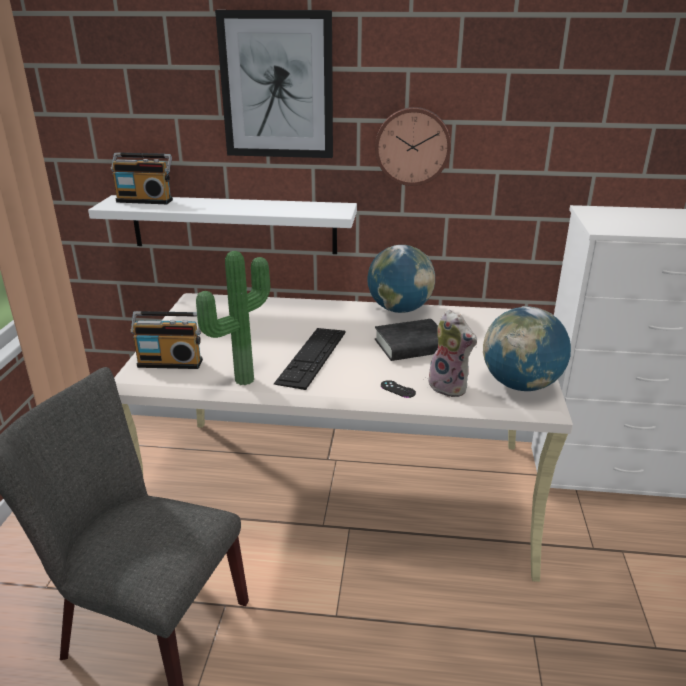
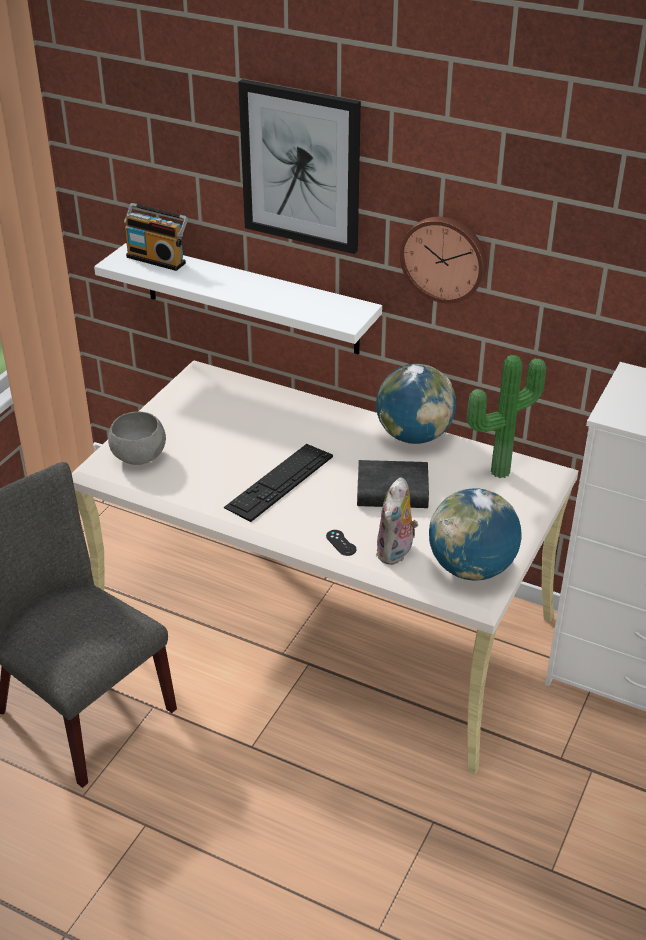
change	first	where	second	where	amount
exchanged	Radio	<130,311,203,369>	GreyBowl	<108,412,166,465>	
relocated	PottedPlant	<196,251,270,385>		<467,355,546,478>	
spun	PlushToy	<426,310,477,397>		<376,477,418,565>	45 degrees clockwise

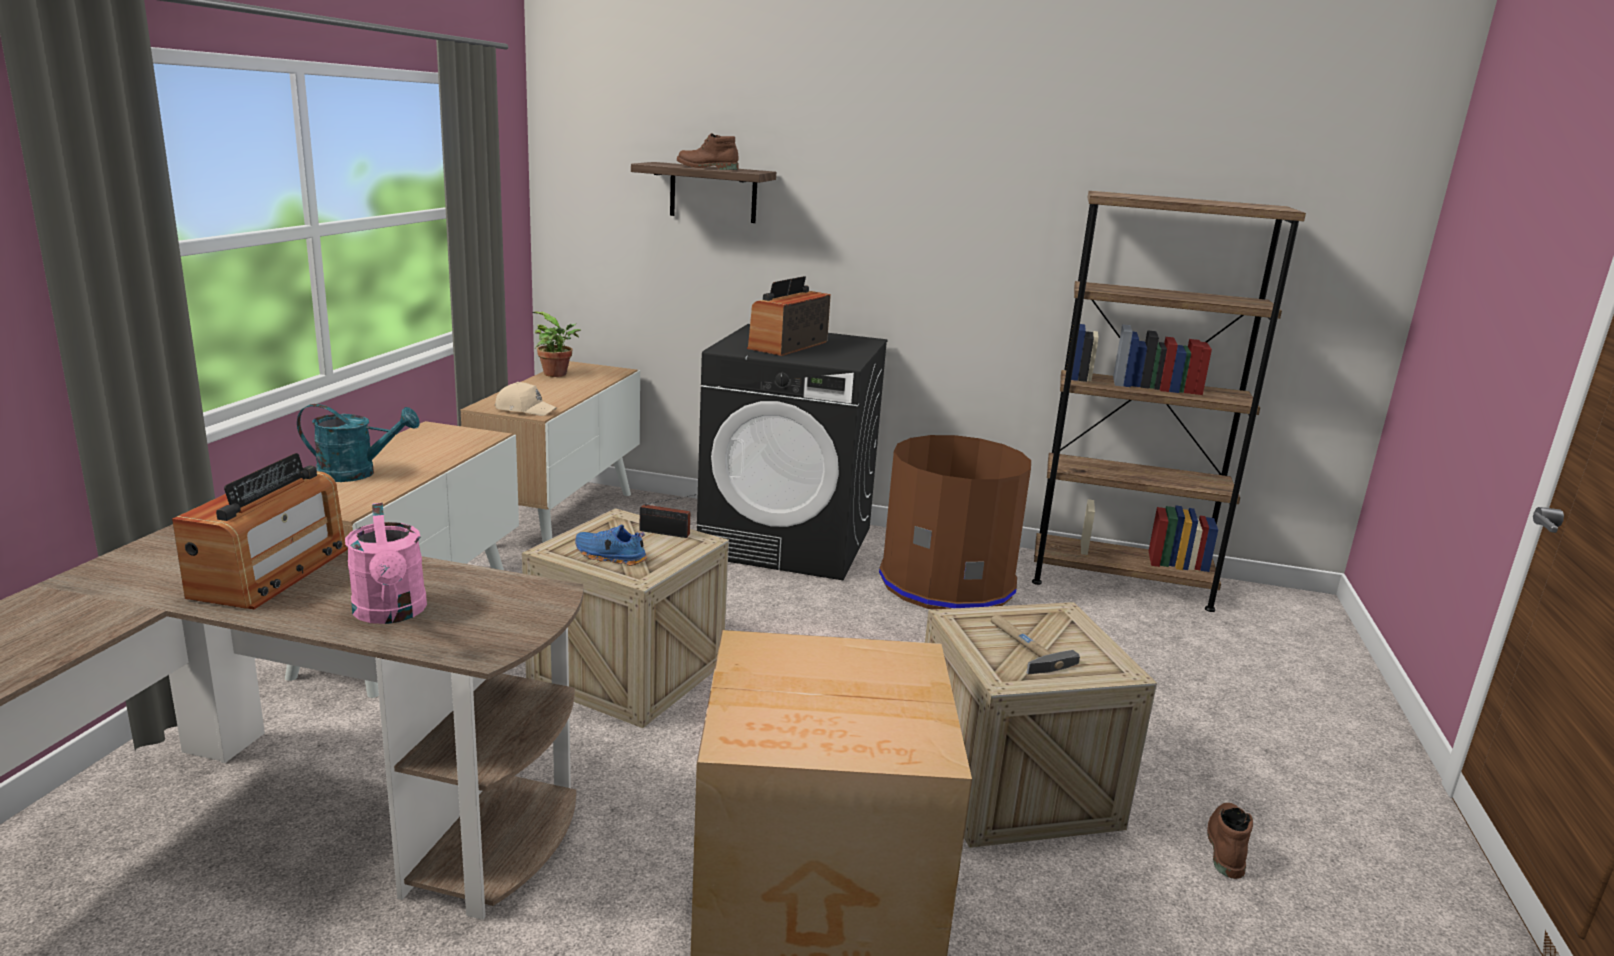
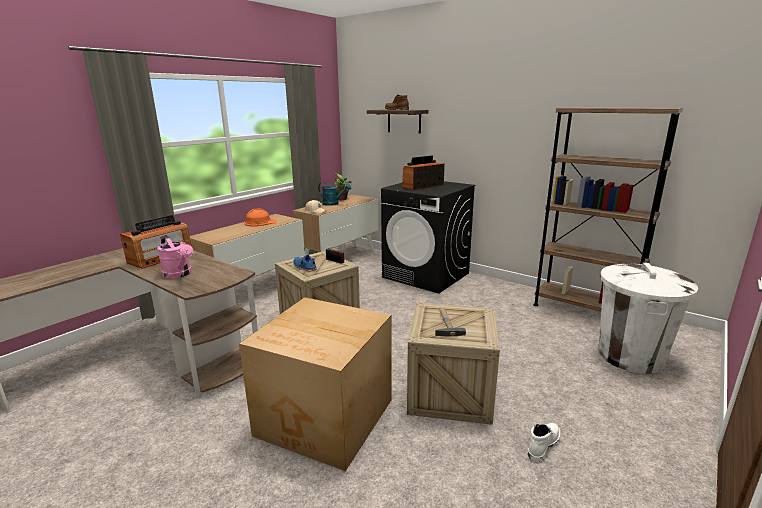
change	first	where	second	where	amount
relocated	TurquoiseWateringCan	<297,404,420,482>		<318,182,351,206>	
spun	PinkWateringCan	<345,503,427,624>		<157,235,193,278>	45 degrees counterclockwise
missing	BrownTrashCan	<879,435,1031,610>			
colour	BrownBoot	<1207,803,1253,879>	WhiteBoot	<528,423,560,462>	
appeared			OrangeHardHat	<244,208,277,227>	
appeared			WhiteTrashCan	<598,263,698,374>	

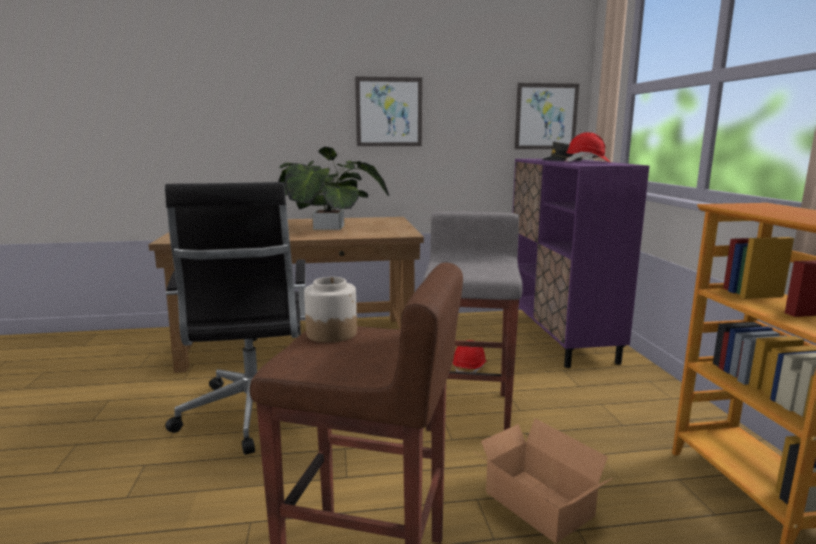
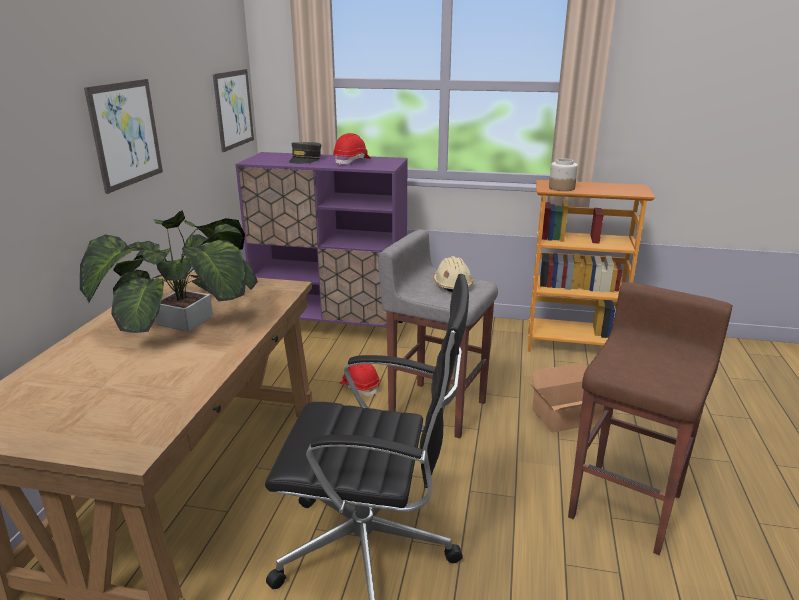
change	first	where	second	where	amount
relocated	Jar	<304,277,357,343>		<549,158,578,191>	
appeared			BeigeHardHat	<434,256,473,292>	

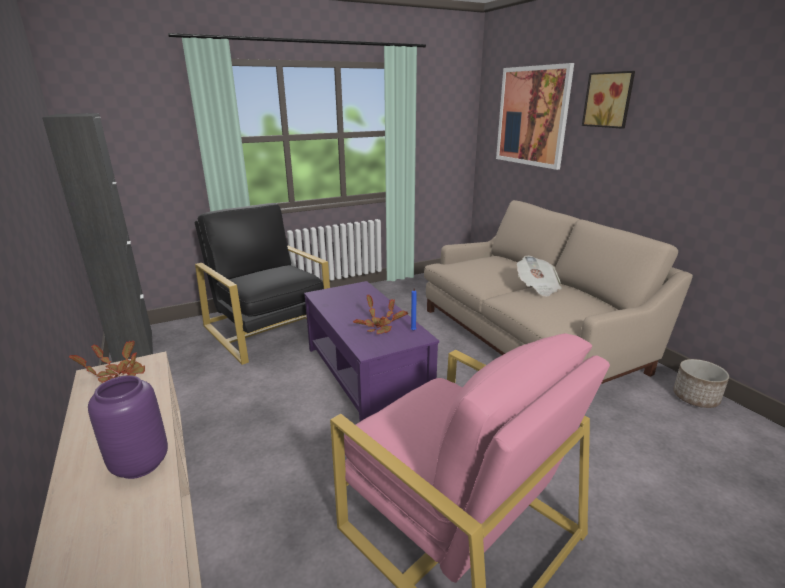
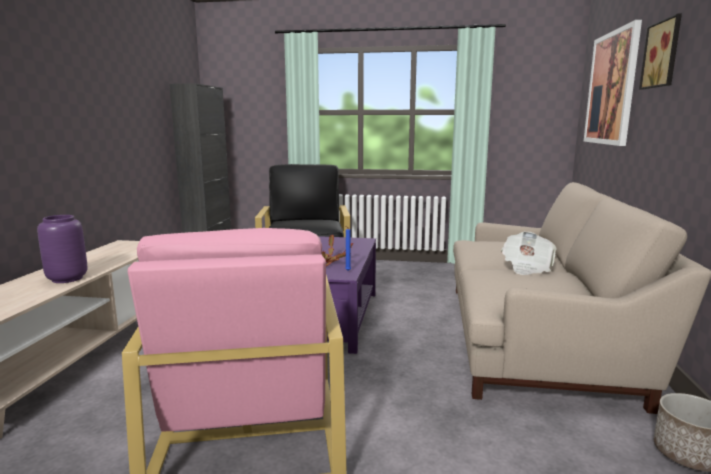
change	first	where	second	where	amount
missing	PottedPlant	<69,341,145,383>			

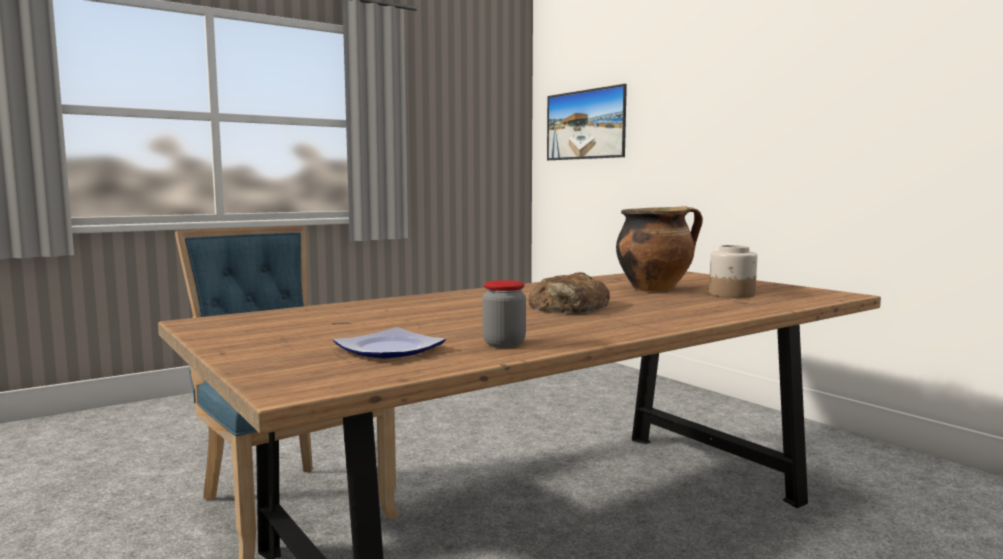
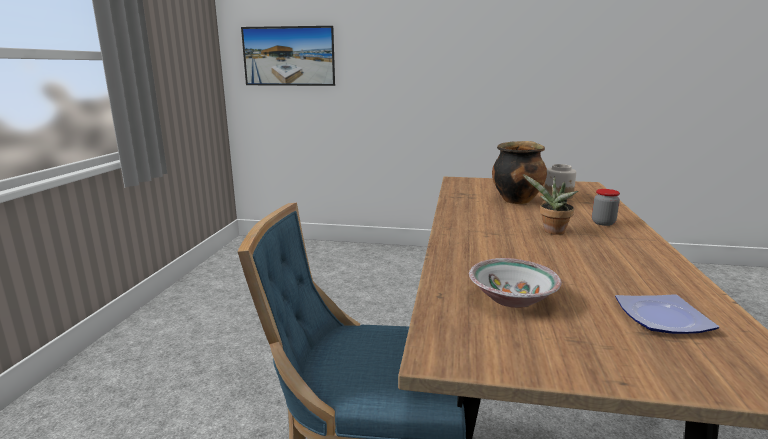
change	first	where	second	where	amount
relocated	Jar	<482,280,526,348>		<592,189,620,226>	
exchanged	Bread	<528,272,610,314>	PottedPlant	<523,174,578,235>	
appeared			Bowl	<469,258,562,308>	

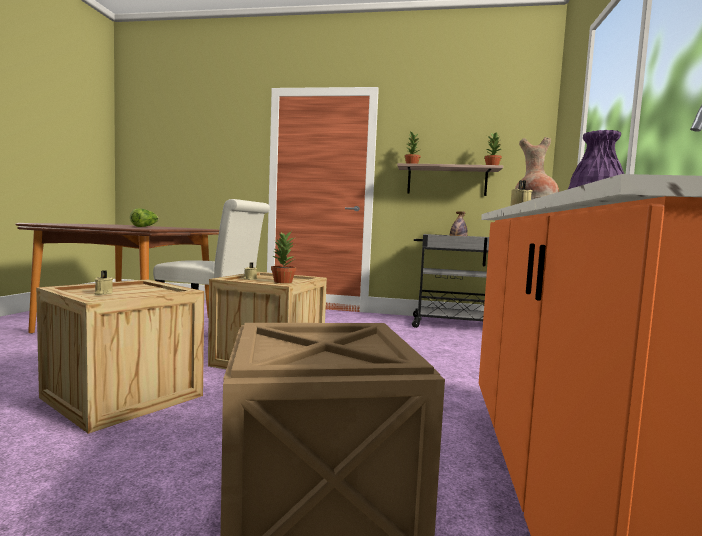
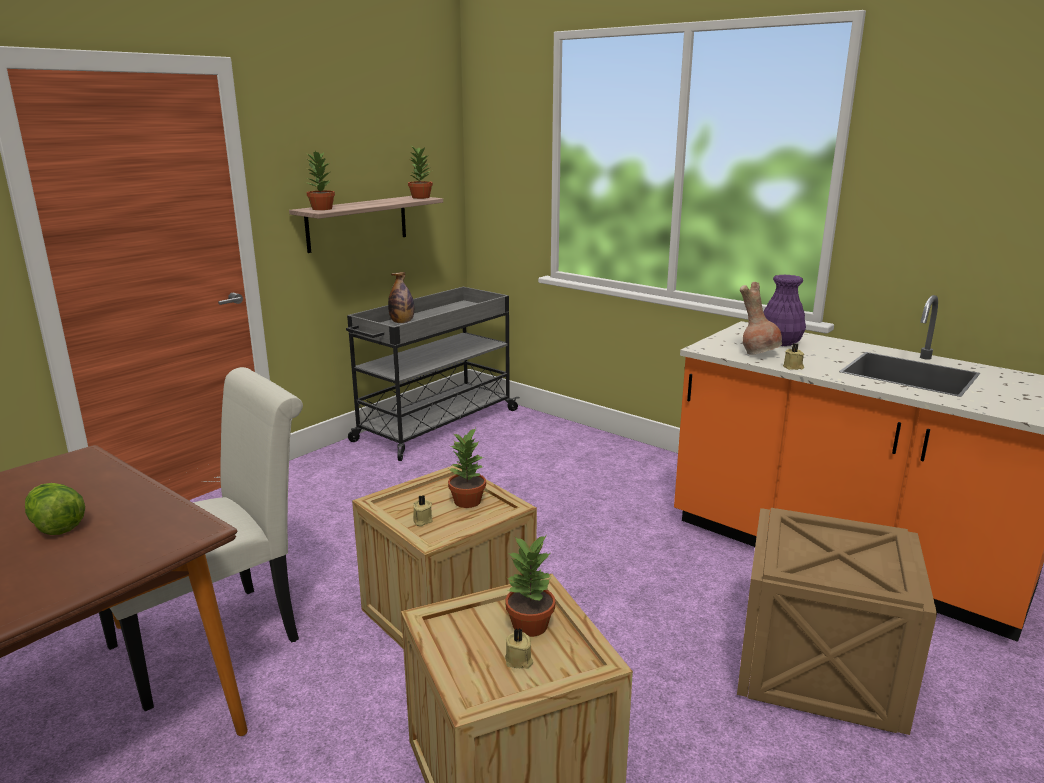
change	first	where	second	where	amount
appeared			PottedPlant	<506,536,555,637>	

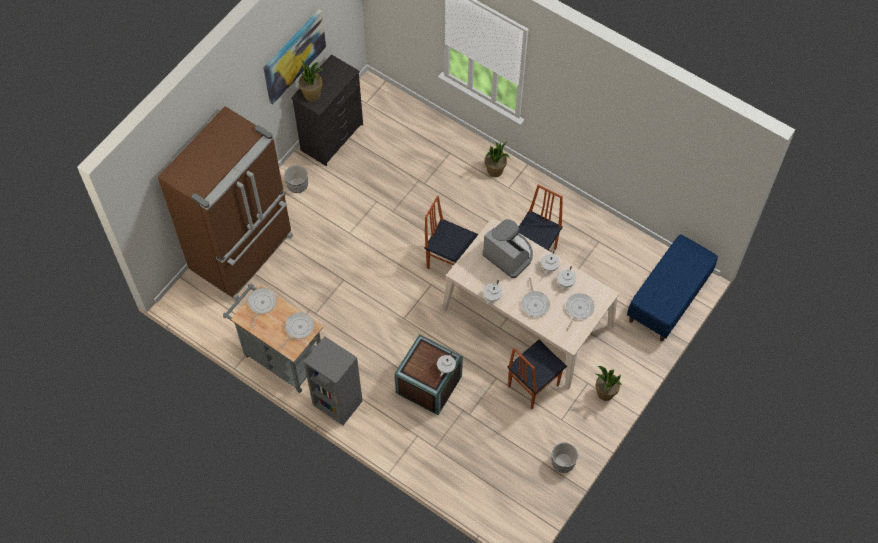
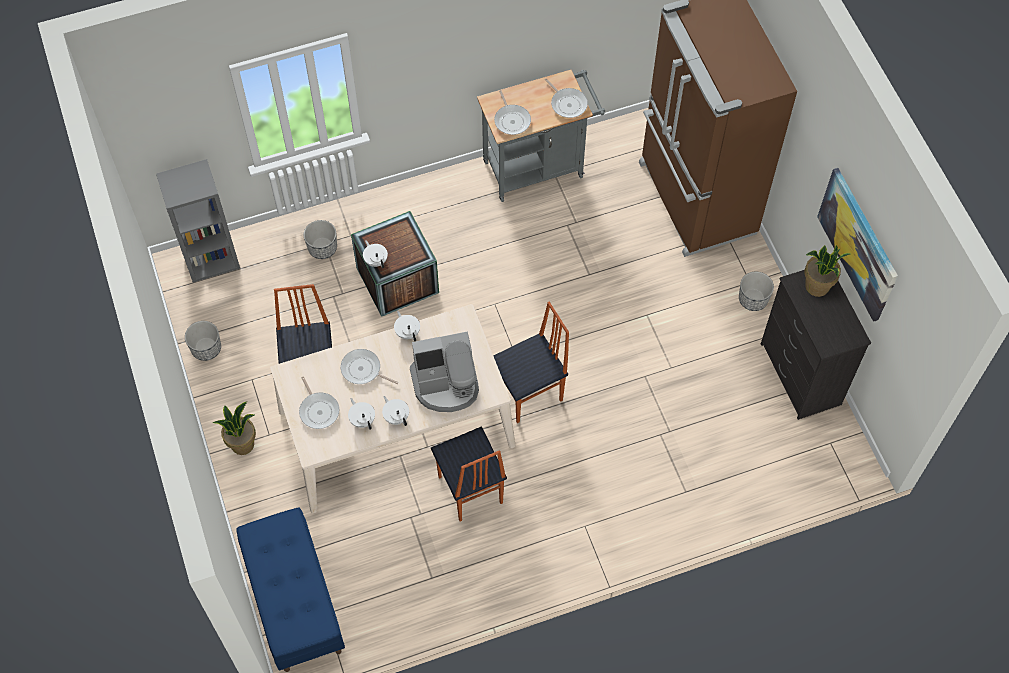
change	first	where	second	where	amount
relocated	GreyBookcase	<304,336,363,425>		<156,159,240,283>	
missing	PottedPlant	<485,141,509,177>			
appeared			Planter	<304,220,337,259>	

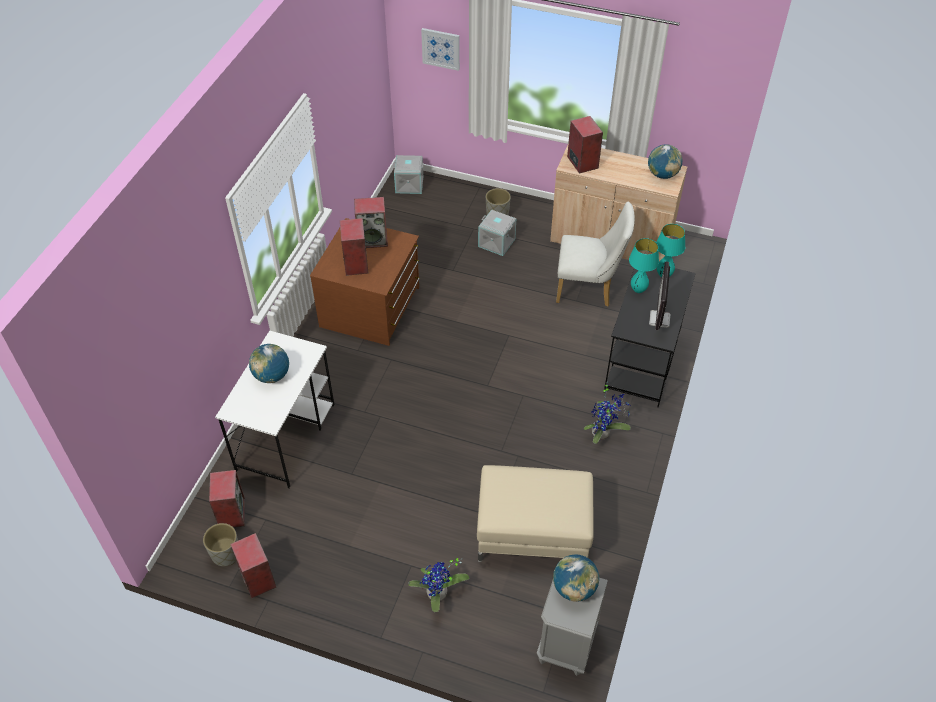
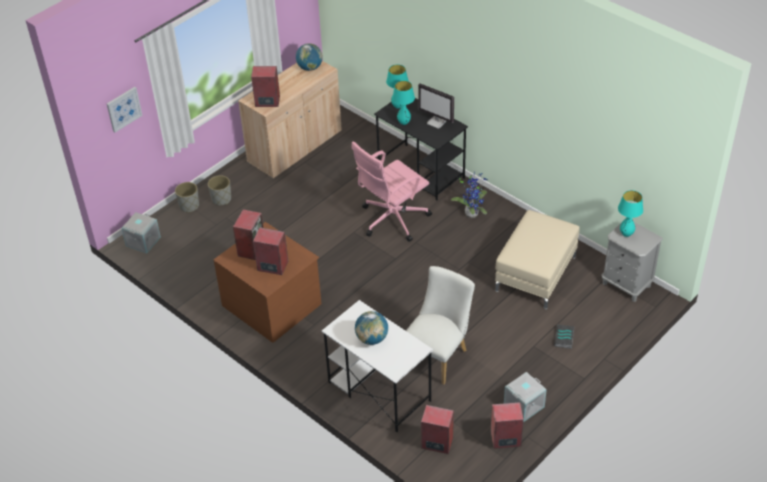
change	first	where	second	where	amount
relocated	GreyPlanter	<203,523,238,566>		<175,182,199,213>	
exchanged	PottedPlant	<408,558,469,612>	Book	<554,324,575,349>	
relocated	GreyStorageBox	<478,210,516,256>		<504,372,547,422>	
exchanged	Globe	<553,555,599,602>	TurquoiseTableLamp	<618,190,643,237>	
relocated	WhiteChair	<556,202,635,307>		<406,266,475,385>	
appeared			PinkOfficeChair	<351,141,432,242>	

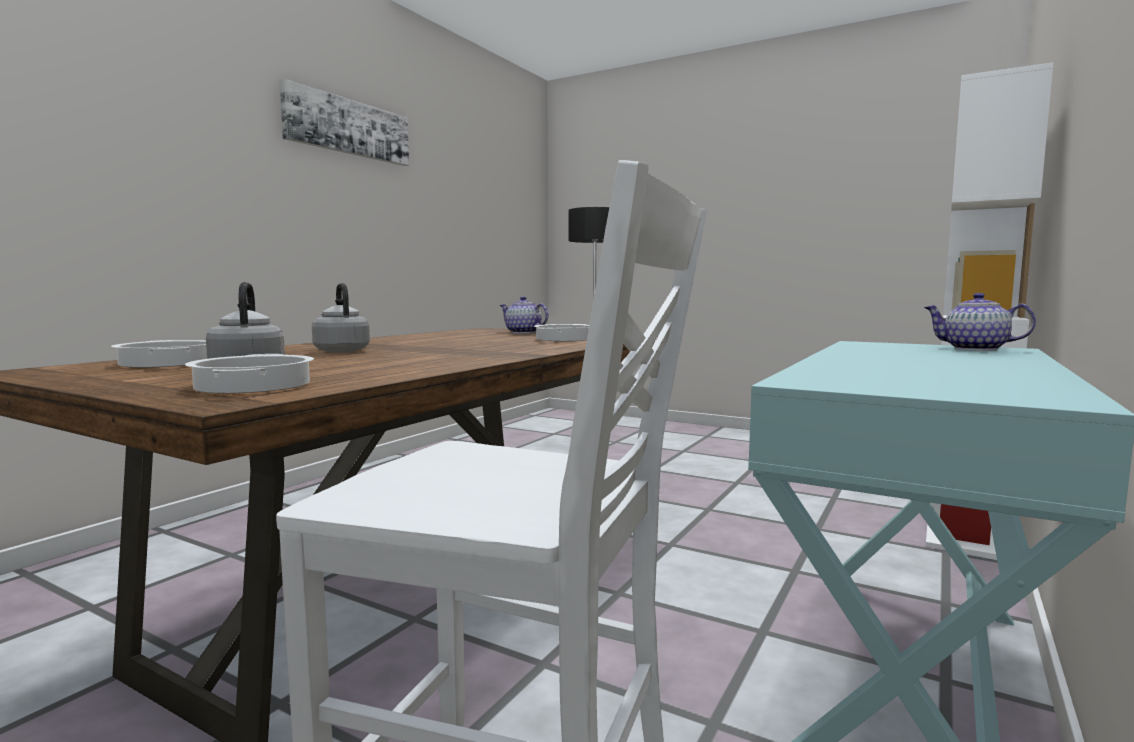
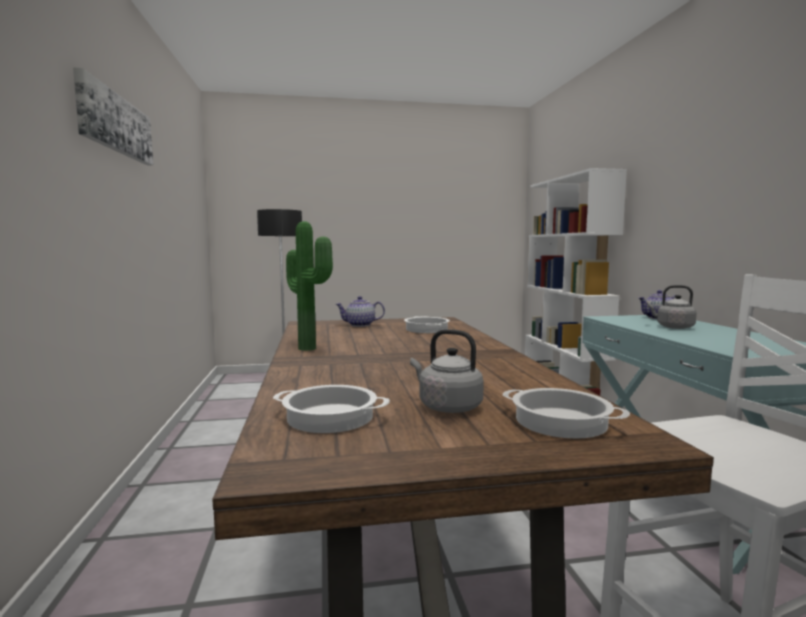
change	first	where	second	where	amount
relocated	GreyKettle	<312,283,370,353>		<647,285,697,329>	
appeared			PottedPlant	<286,221,333,351>	

